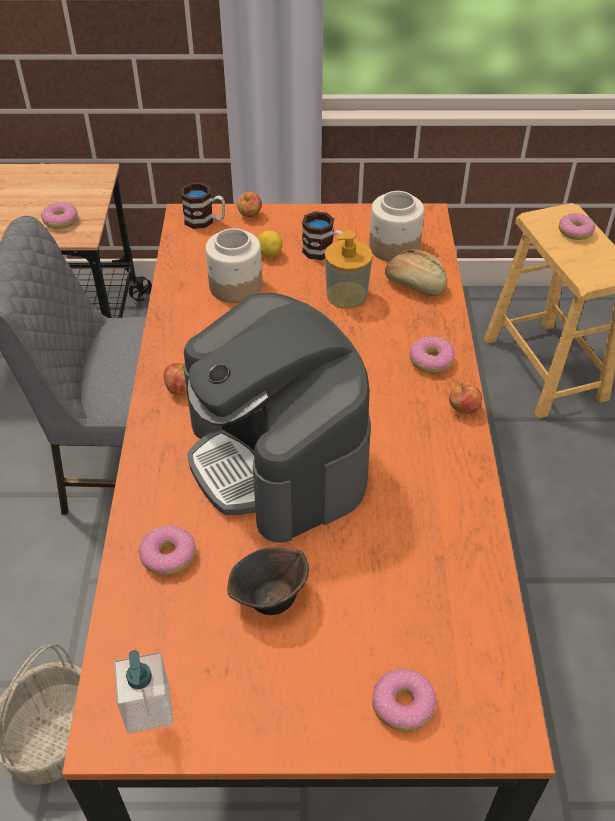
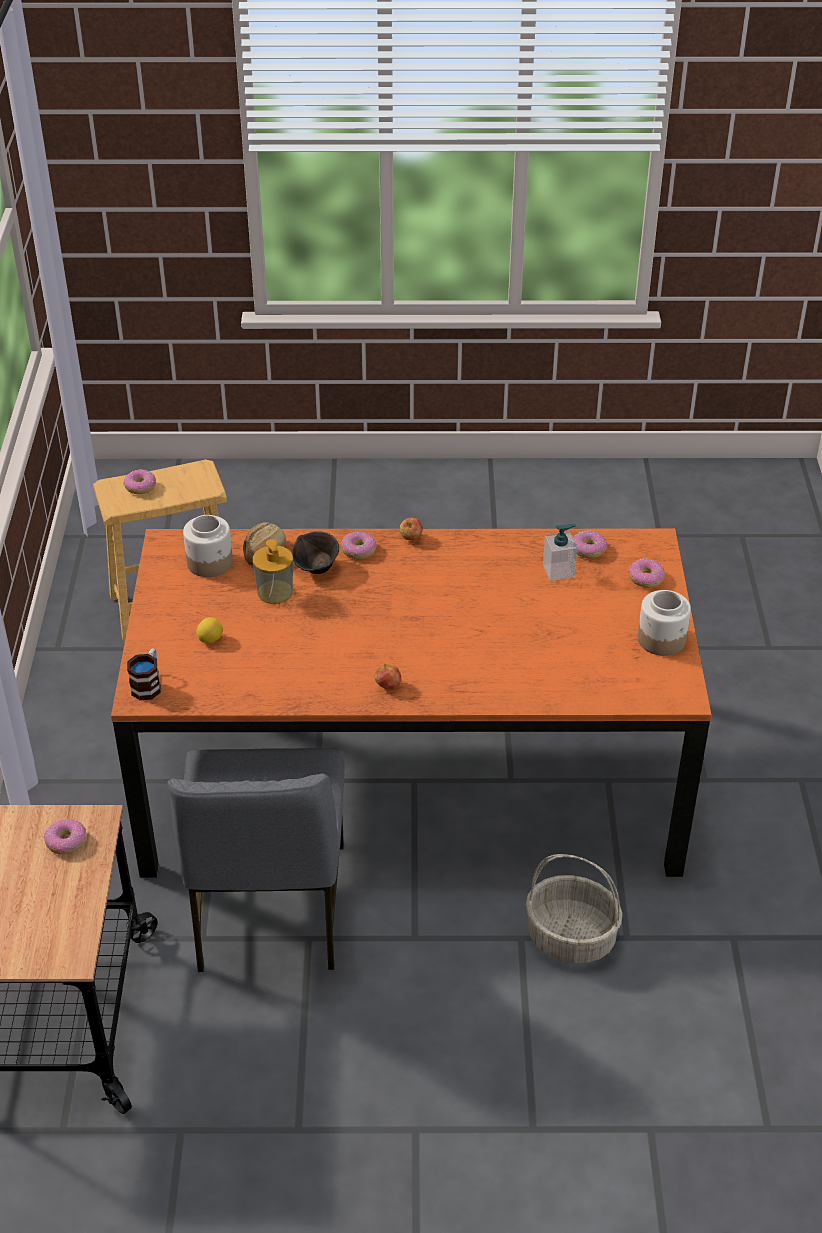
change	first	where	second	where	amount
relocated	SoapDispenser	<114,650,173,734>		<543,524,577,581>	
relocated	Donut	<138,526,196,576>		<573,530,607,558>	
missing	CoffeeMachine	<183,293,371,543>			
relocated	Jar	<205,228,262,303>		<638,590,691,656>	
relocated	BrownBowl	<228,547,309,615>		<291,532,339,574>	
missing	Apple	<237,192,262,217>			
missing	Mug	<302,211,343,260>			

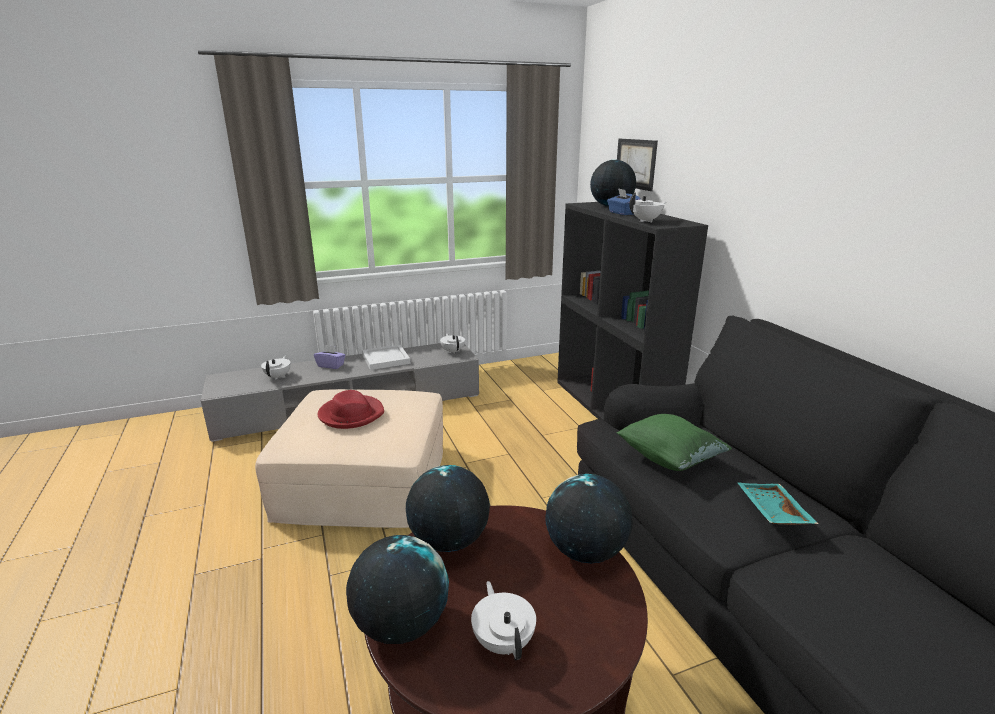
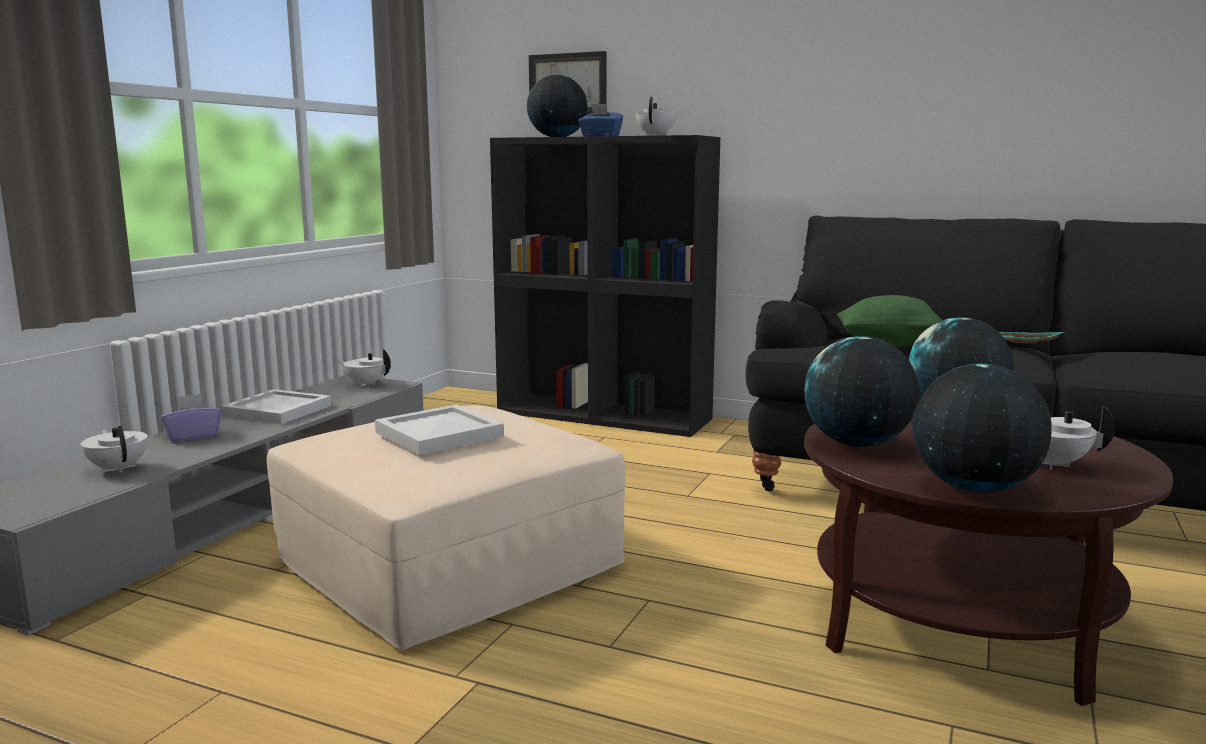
change	first	where	second	where	amount
exchanged	RedHat	<318,390,384,429>	WhiteTray	<375,405,504,455>	

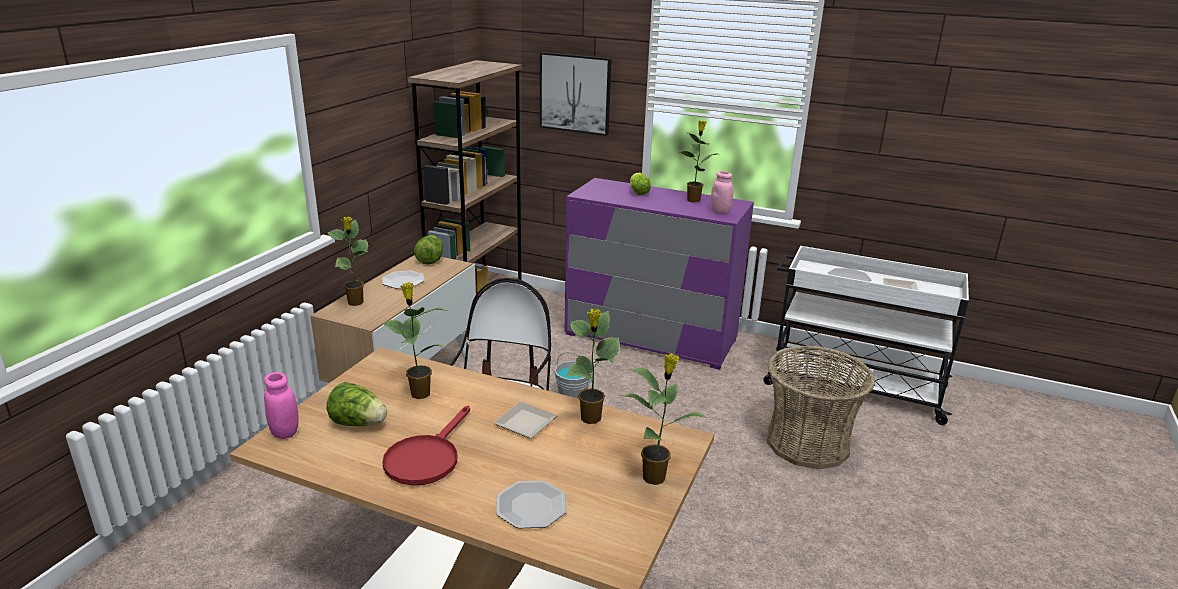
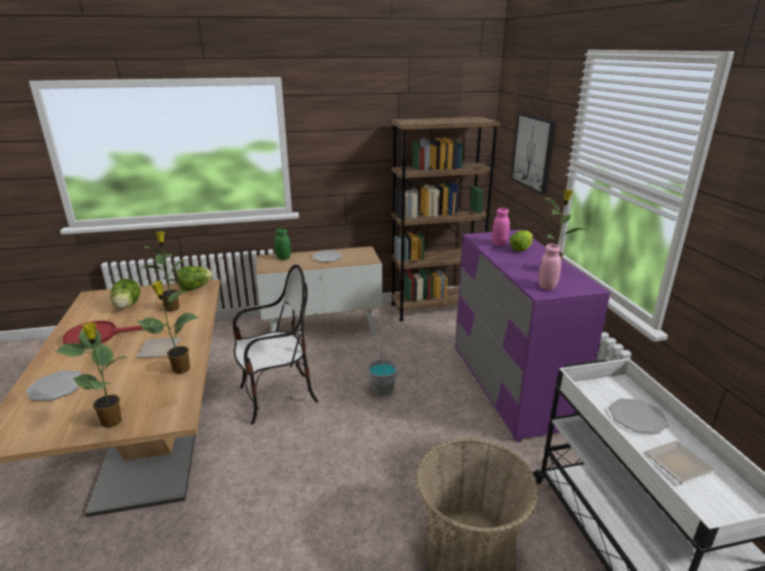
change	first	where	second	where	amount
relocated	PinkJar	<264,372,299,439>		<492,208,510,246>	
exchanged	PottedPlant	<328,216,369,306>	GreenJar	<274,229,291,260>	
relocated	Lettuce	<414,235,443,265>		<176,266,213,291>	

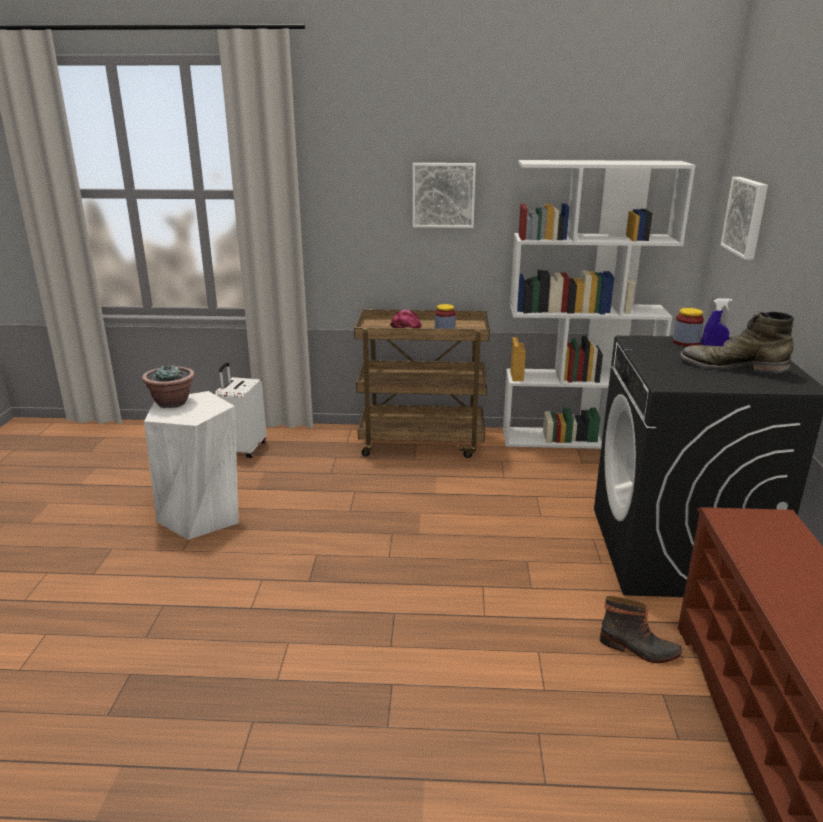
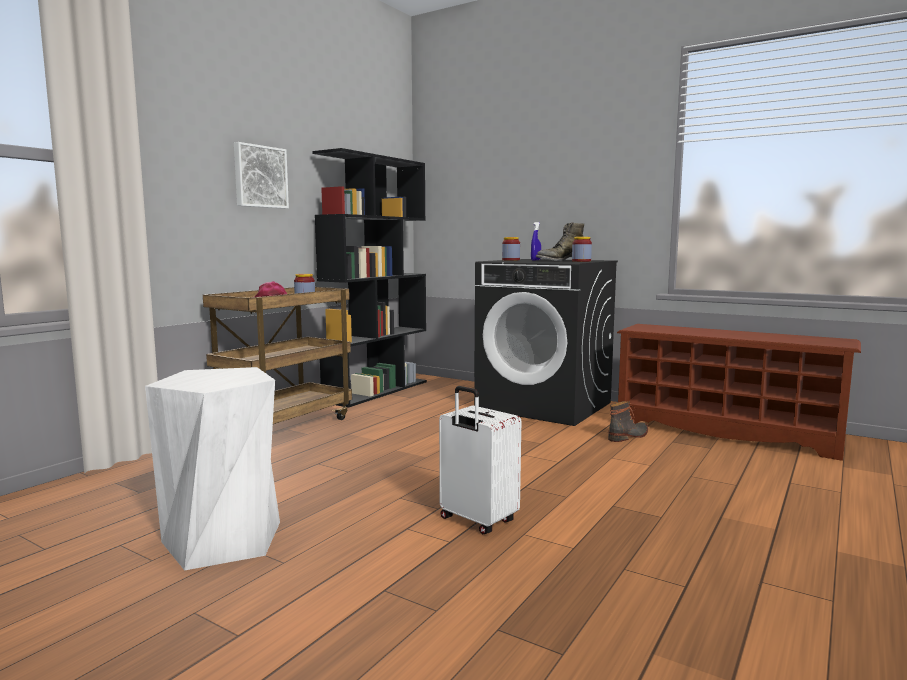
change	first	where	second	where	amount
missing	PottedPlant	<142,363,195,408>			
relocated	WhiteSuitcase	<215,362,267,458>		<439,386,521,534>	
colour	WhiteBookcase	<503,160,696,449>	BlackBookcase	<312,148,427,408>	
missing	Picture	<720,177,768,260>			
appeared			Jar	<572,237,592,262>	

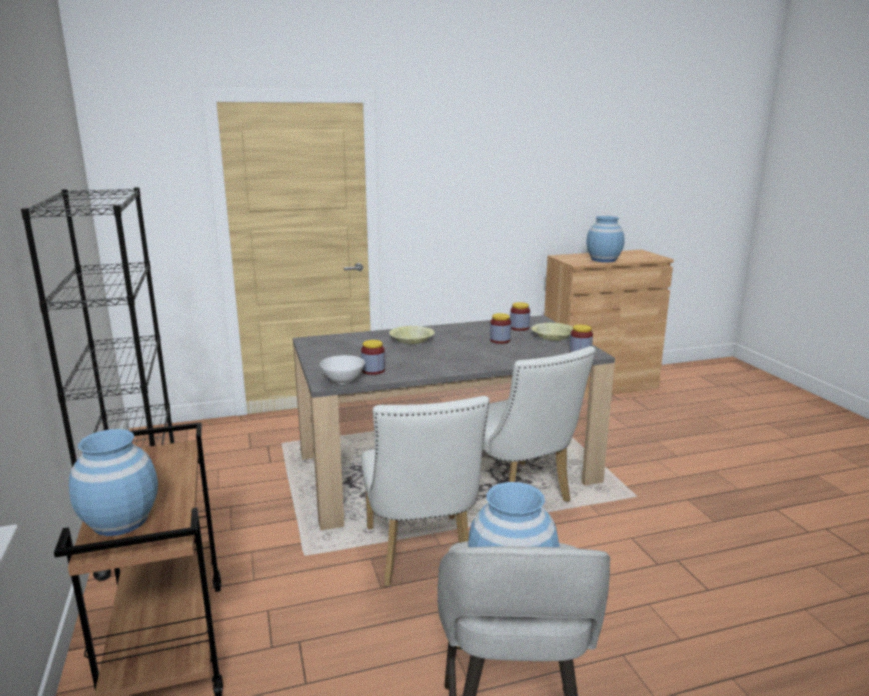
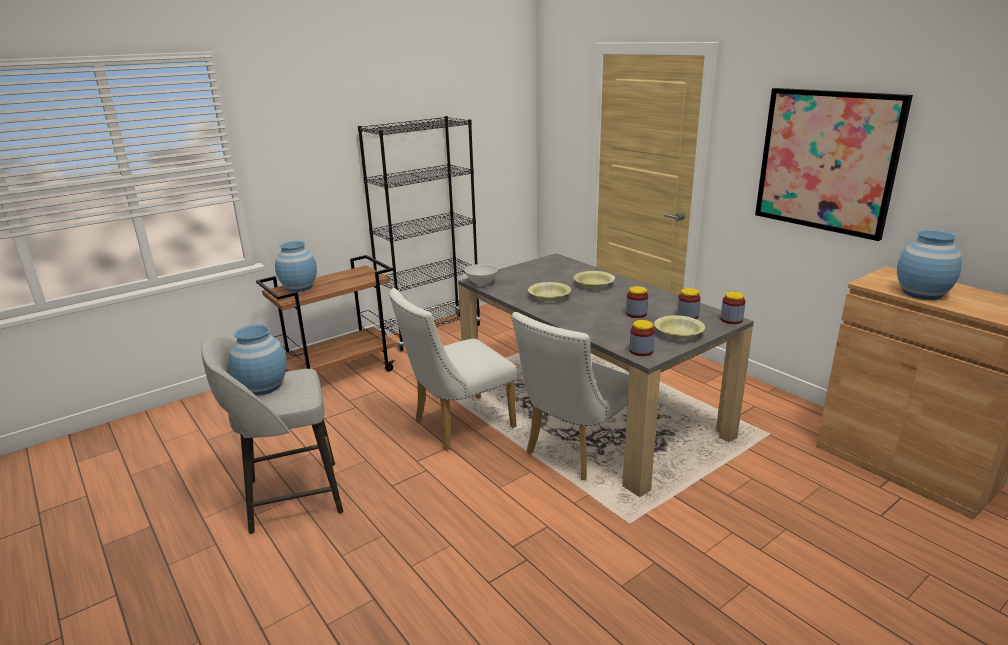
change	first	where	second	where	amount
relocated	Jar	<361,340,385,375>		<721,291,746,324>	
appeared			YellowBowl	<528,282,571,301>	
appeared			Picture	<755,88,913,241>	

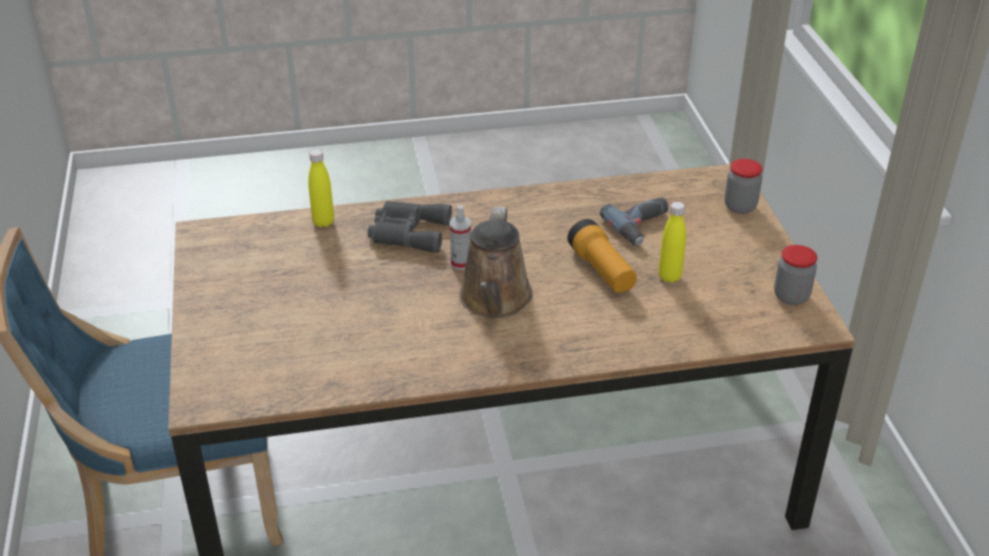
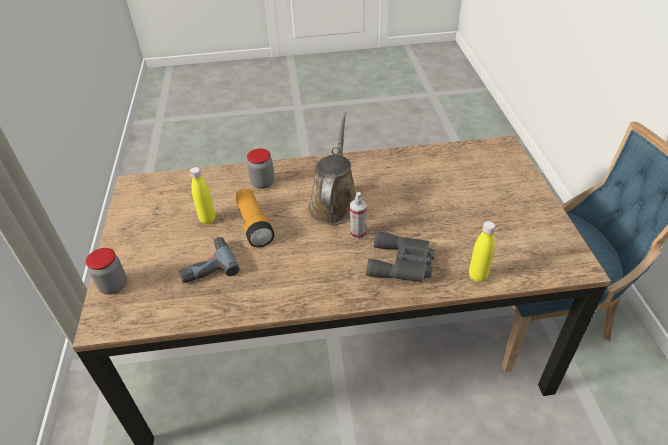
change	first	where	second	where	amount
relocated	Jar	<774,245,817,305>		<247,149,274,189>	

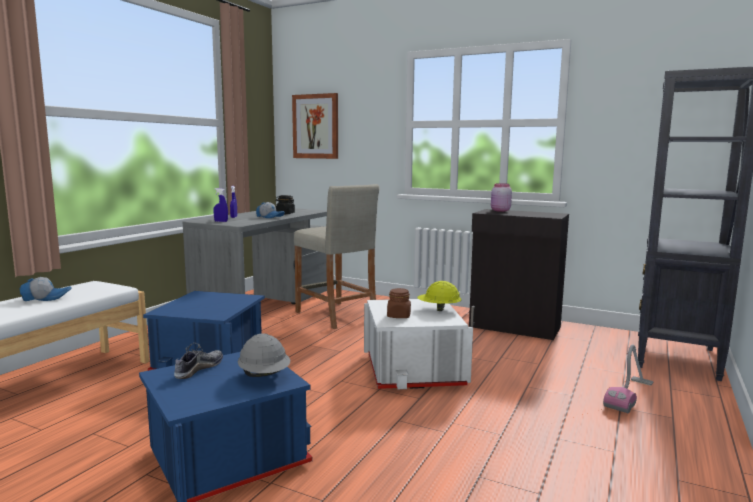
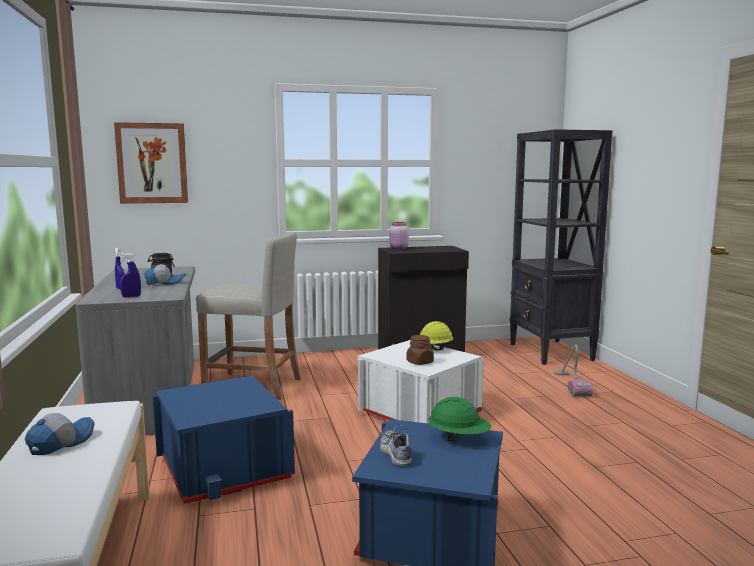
change	first	where	second	where	amount
colour	GreyHardHat	<238,333,290,377>	GreenHardHat	<428,397,491,442>	

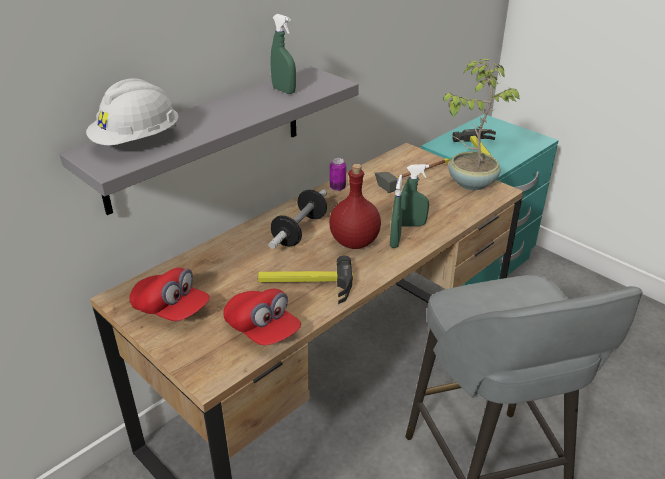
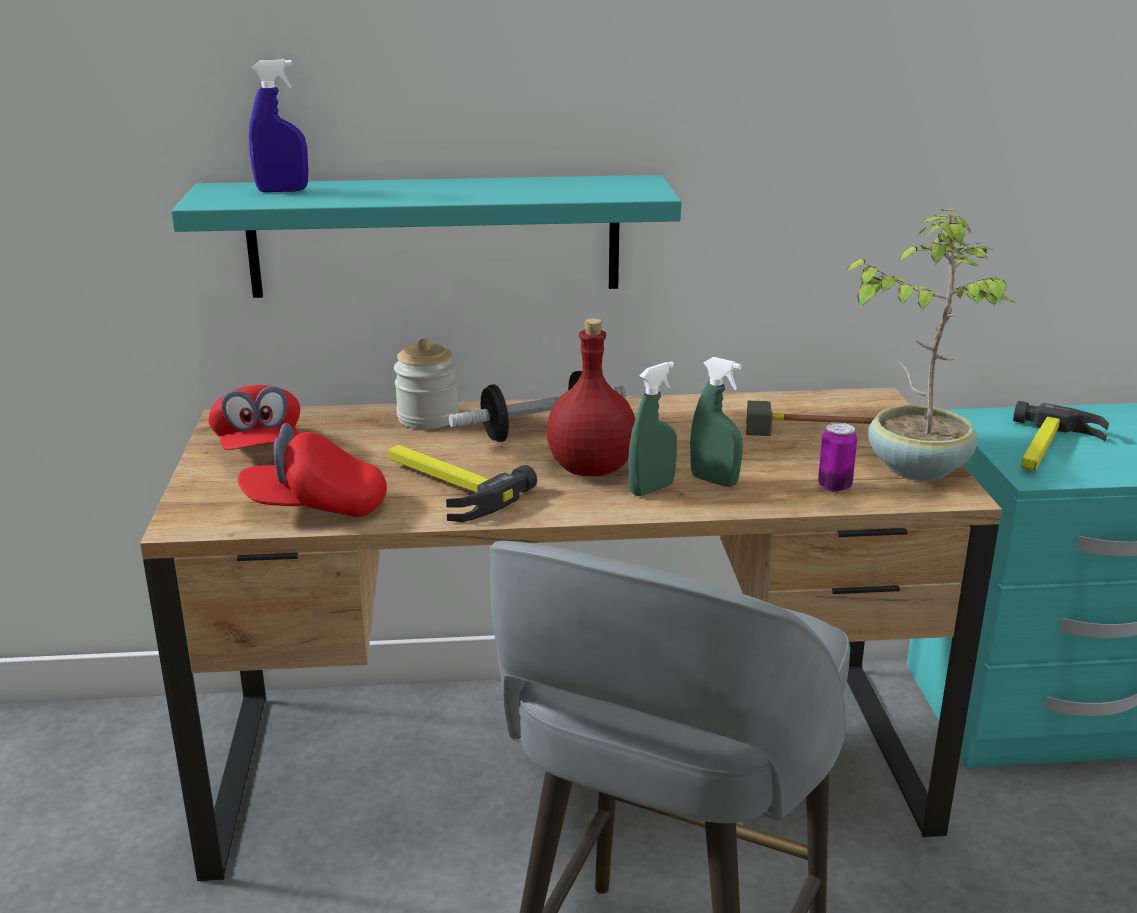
change	first	where	second	where	amount
colour	GreyShelf	<59,67,359,215>	TurquoiseShelf	<171,175,682,298>	
exchanged	WhiteHardHat	<86,78,179,145>	BlueSprayBottle	<249,59,308,192>	
spun	RedCap	<223,289,301,345>		<238,423,387,517>	90 degrees clockwise
missing	GreenSprayBottle	<270,14,296,94>			
relocated	Can	<330,158,346,191>		<818,423,857,492>	
appeared			Jar	<394,339,459,429>	

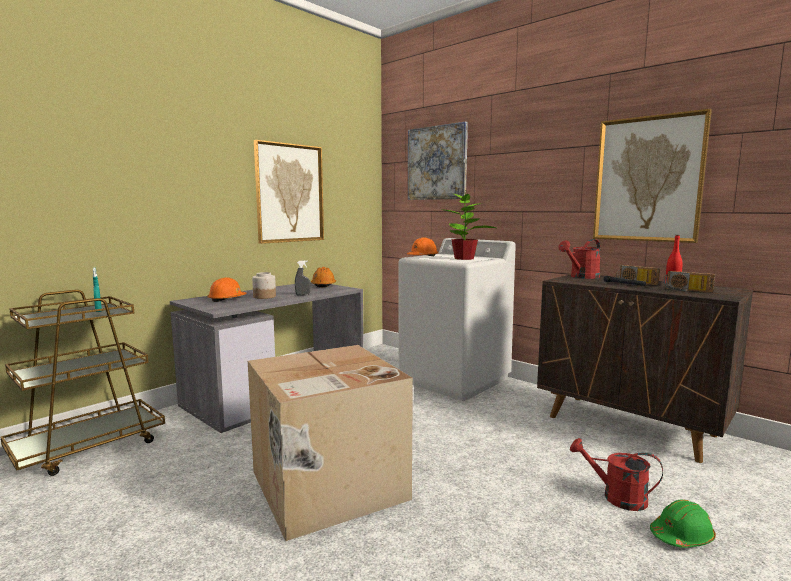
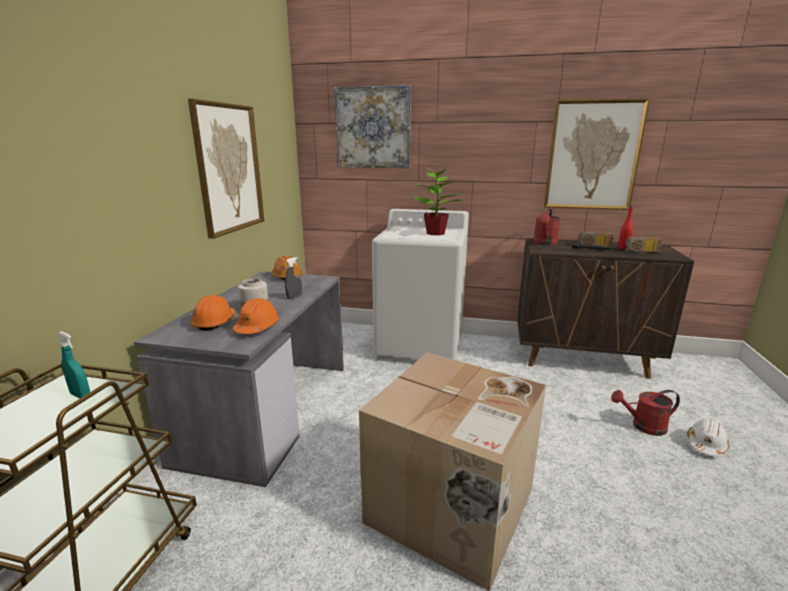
change	first	where	second	where	amount
relocated	OrangeHardHat	<407,237,438,256>		<233,298,280,334>	
colour	GreenHardHat	<650,499,716,548>	WhiteHardHat	<687,419,729,456>	

